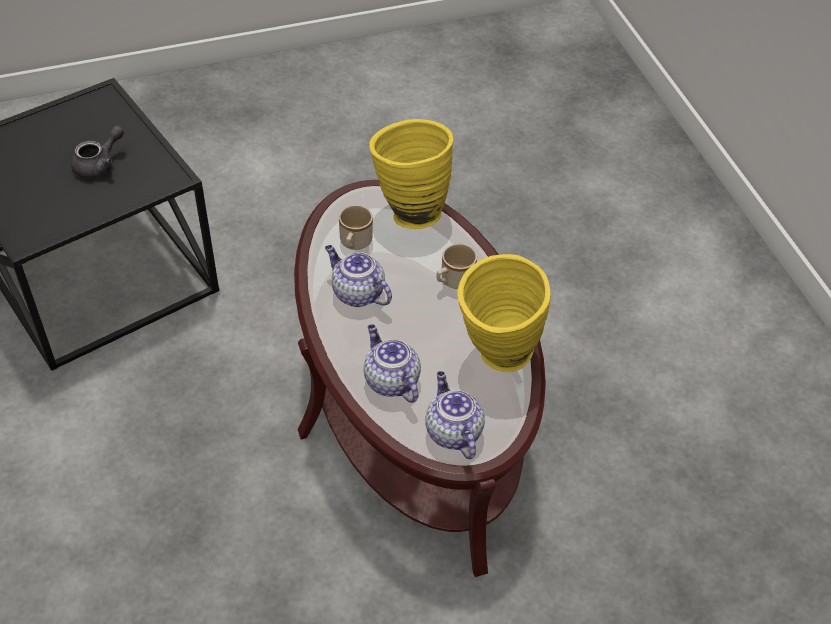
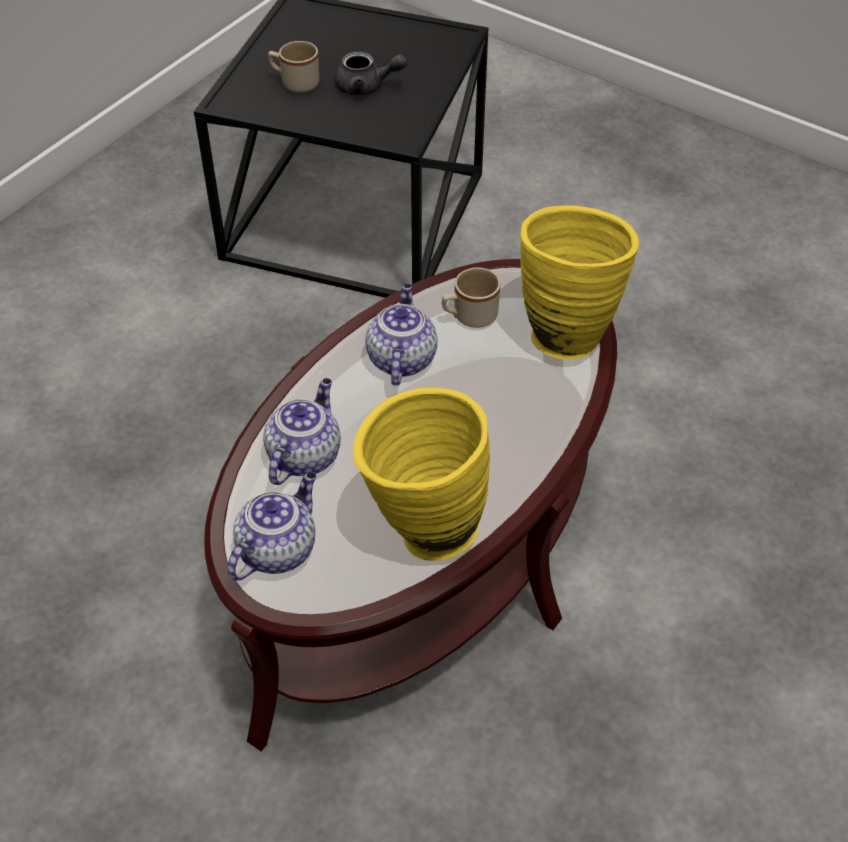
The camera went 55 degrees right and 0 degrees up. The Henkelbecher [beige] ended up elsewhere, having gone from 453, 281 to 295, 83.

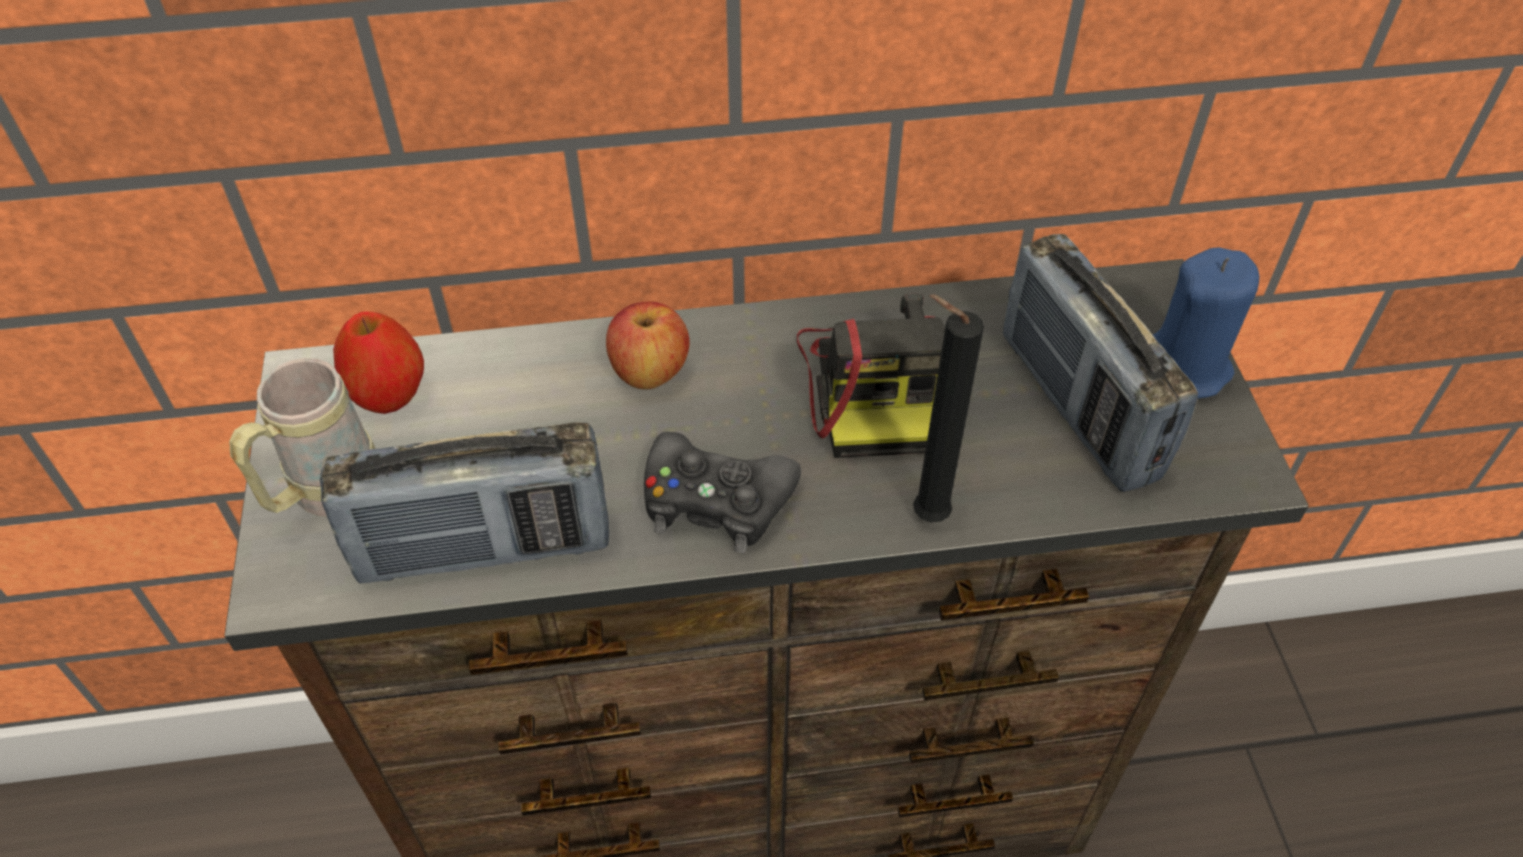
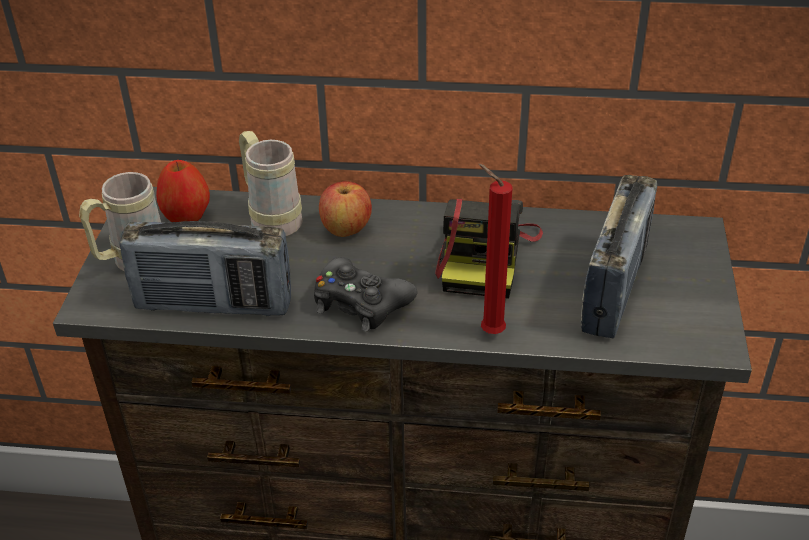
The camera went 15 degrees right and 10 degrees down. The Radio at 1077, 407 ended up facing another way, 150 degrees counterclockwise from before. The second view lost the Kerze [blau] at 1185, 368. What was the Kerze [schwarz] at 924, 515 turned into the Kerze [rot] at 488, 332. The second view gained the Henkelbecher [beige] at 271, 218.

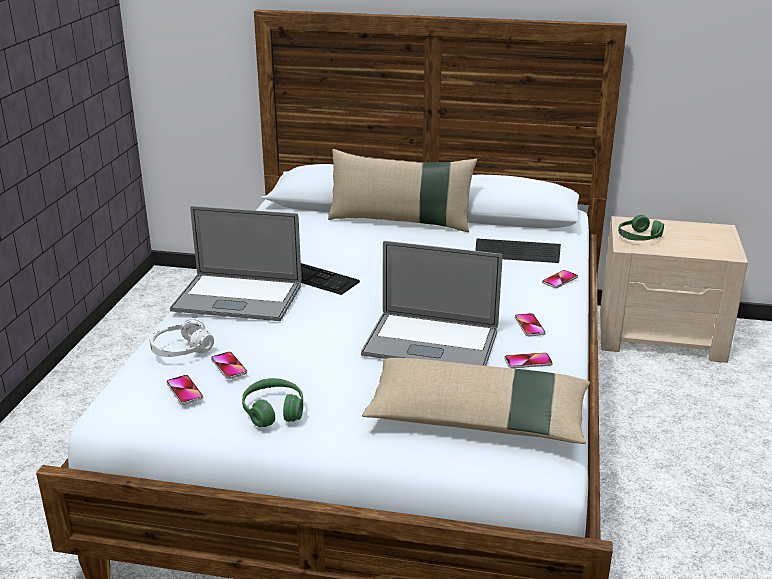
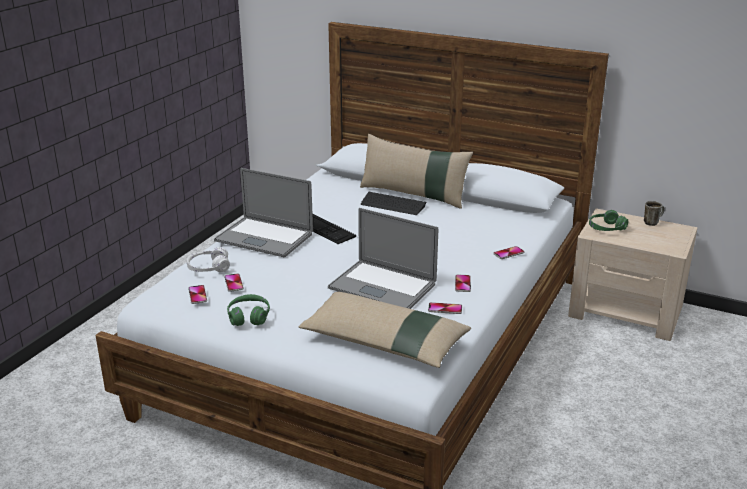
The camera went 15 degrees right and 0 degrees up. The Tastatur ended up elsewhere, having gone from 517, 253 to 393, 205. The second view gained the Henkelbecher at 652, 222.

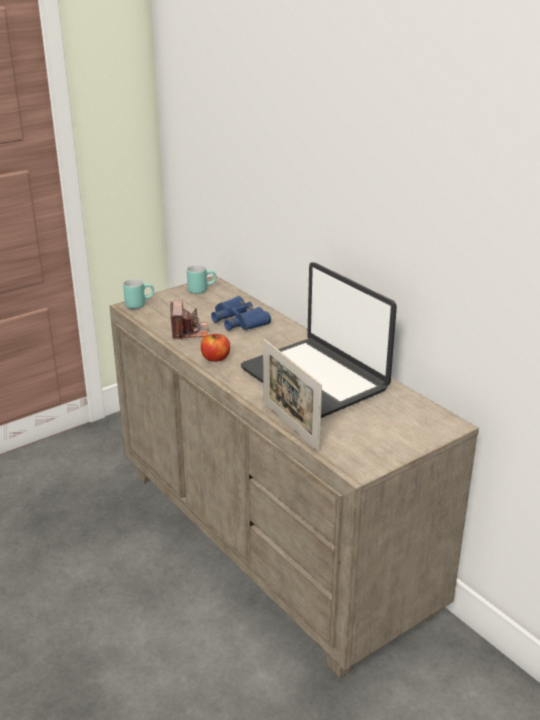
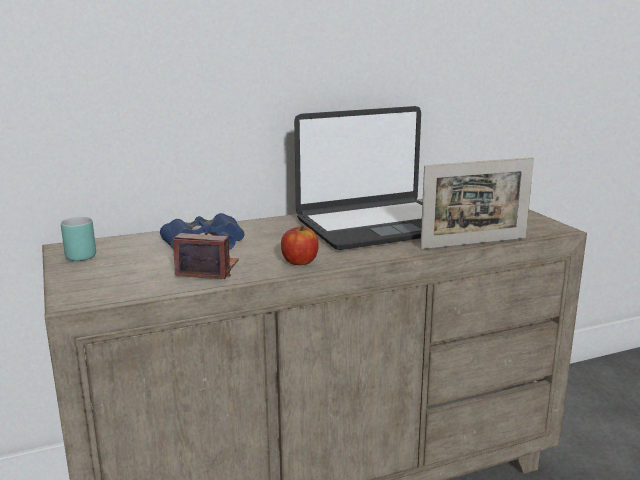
The camera went 75 degrees left and 10 degrees down. The second view lost the Henkelbecher [türkis] at 139, 304.

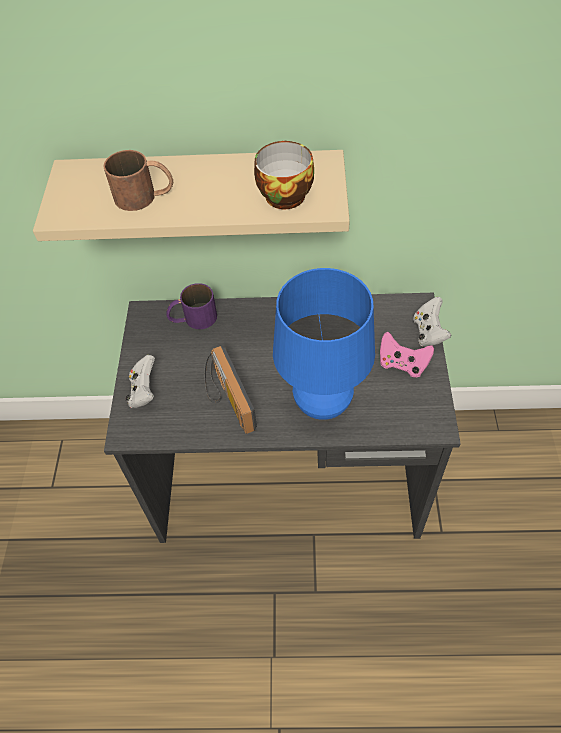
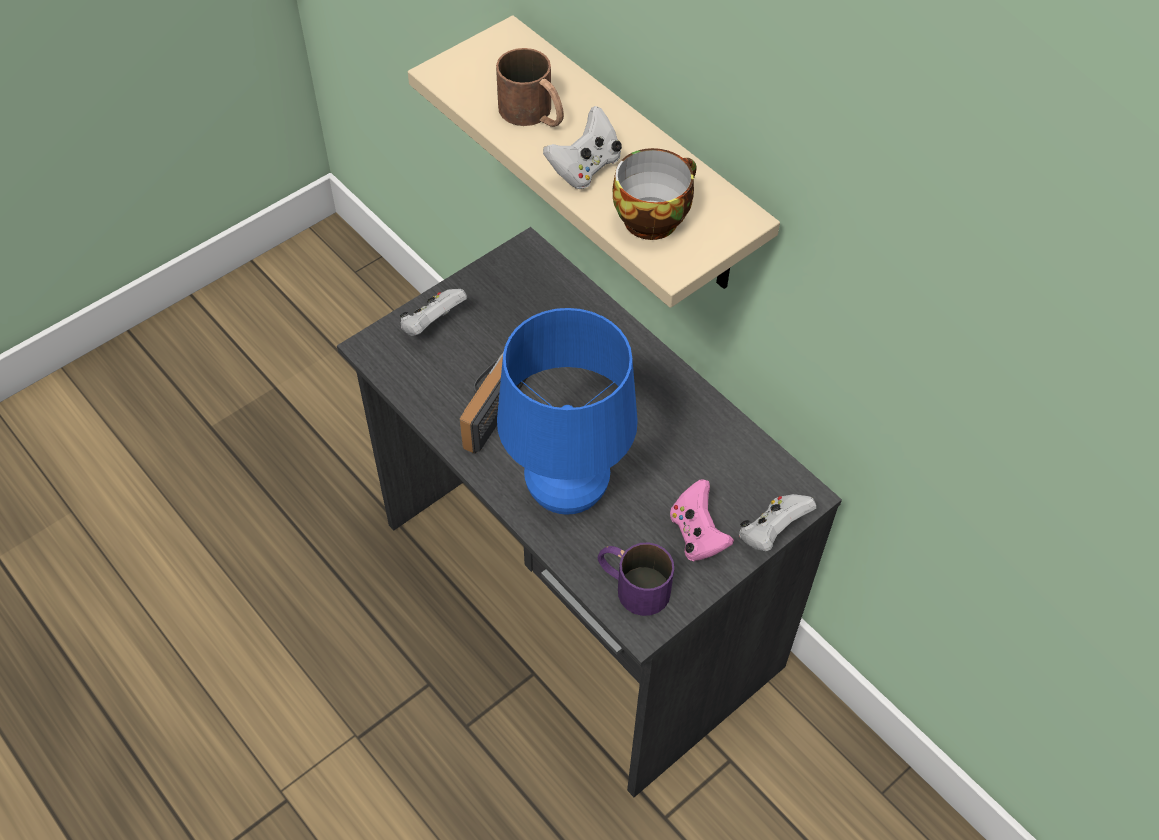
The camera went 45 degrees right and 0 degrees up. The Henkelbecher [lila] ended up elsewhere, having gone from 193, 319 to 632, 585. The second view gained the Gamepad [weiß] at 585, 168.

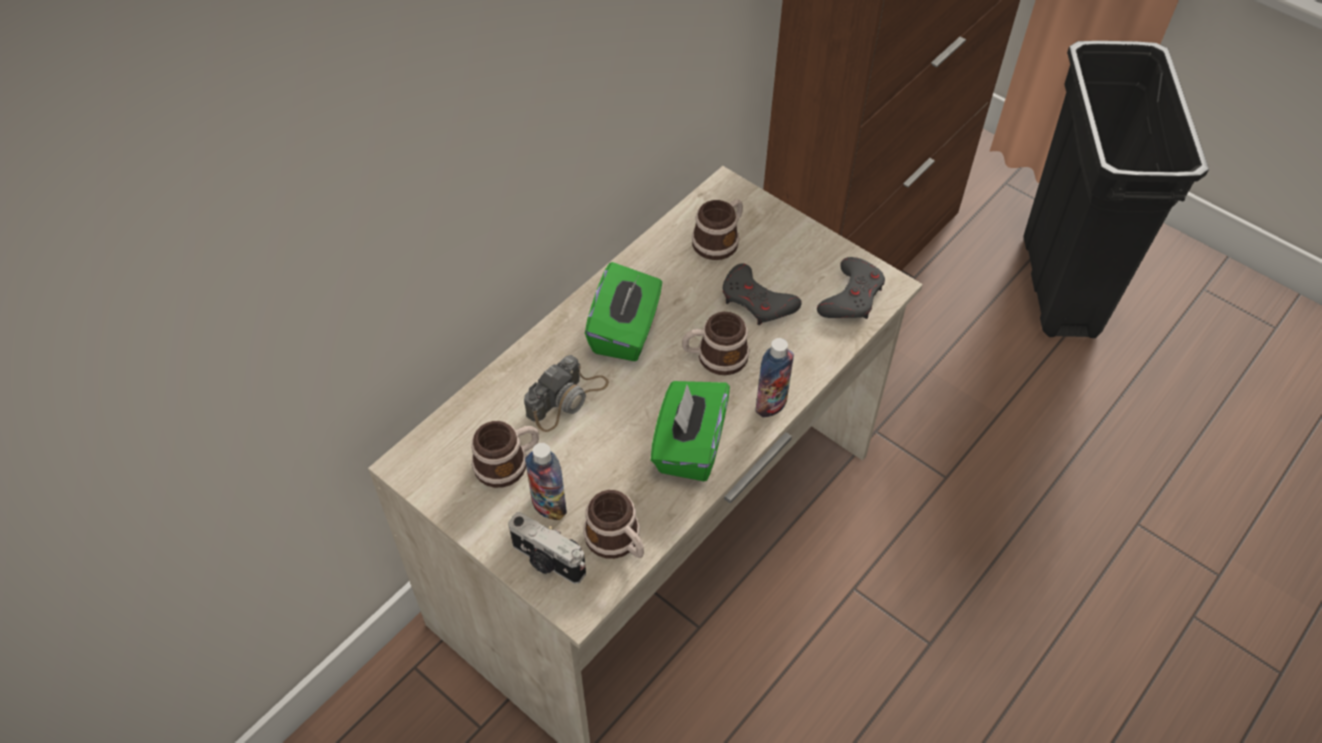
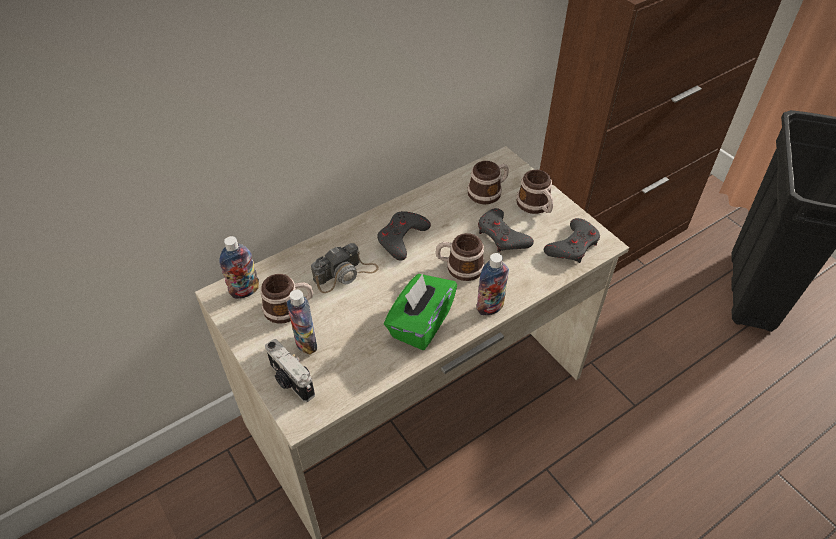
The camera went 15 degrees right and 5 degrees down. Where the Taschentuchbox [grün] stood at 625, 331, the Gamepad [grau] came to stand at 402, 238. The Henkelbecher ended up elsewhere, having gone from 617, 541 to 536, 206. The second view gained the Flasche at 245, 291.

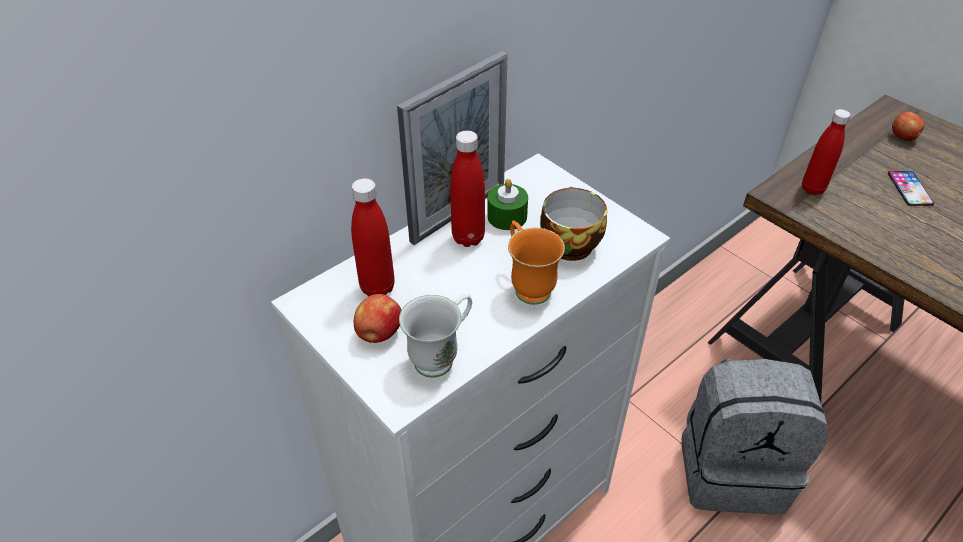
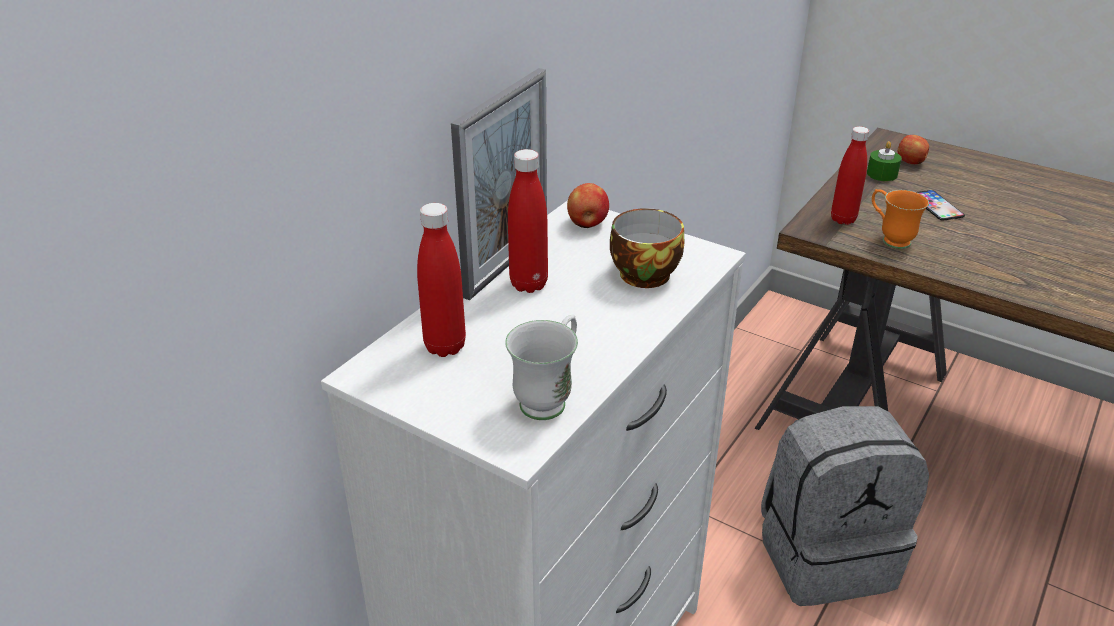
The camera went 15 degrees left and 10 degrees down. The Kerze [grün] ended up elsewhere, having gone from 507, 216 to 882, 174. The Henkelbecher [orange] ended up elsewhere, having gone from 528, 285 to 889, 239. The Apfel ended up elsewhere, having gone from 379, 333 to 587, 224.

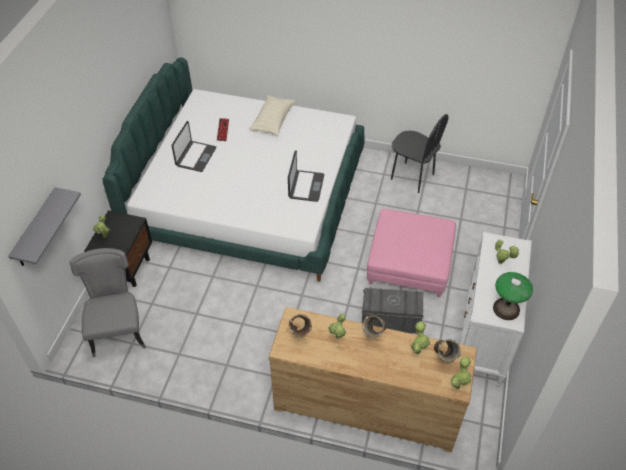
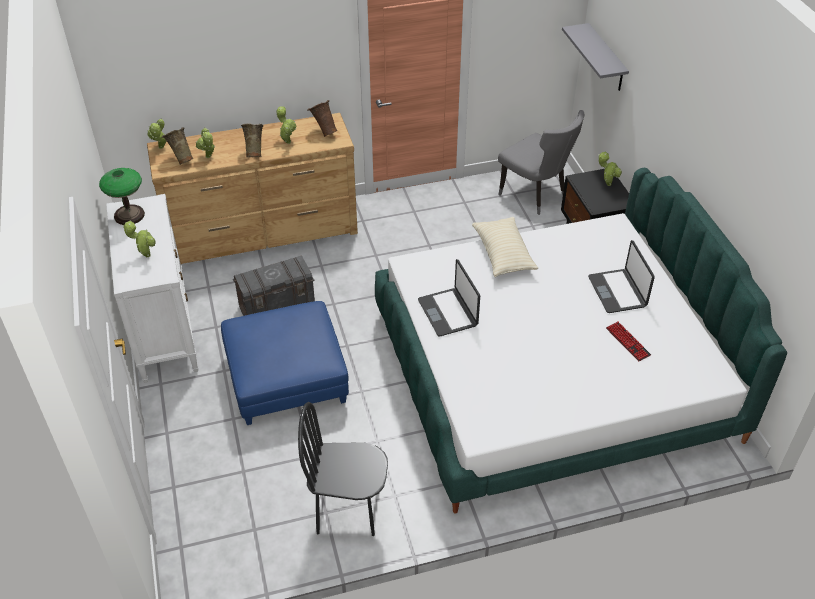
The camera went 150 degrees right and 5 degrees down. The Kissen [beige] ended up elsewhere, having gone from 273, 121 to 503, 254. What was the Polsterhocker [rosa] at 410, 263 turned into the Polsterhocker [blau] at 286, 377.

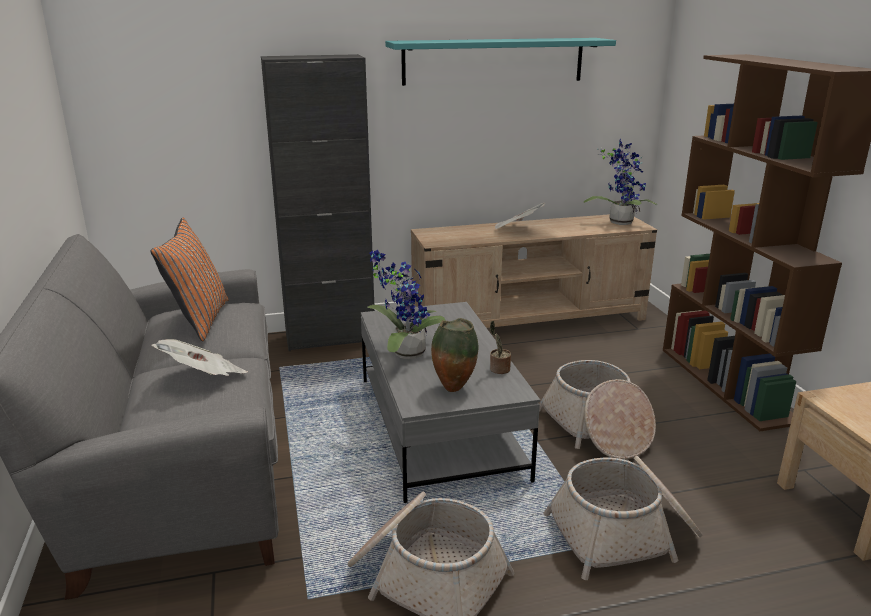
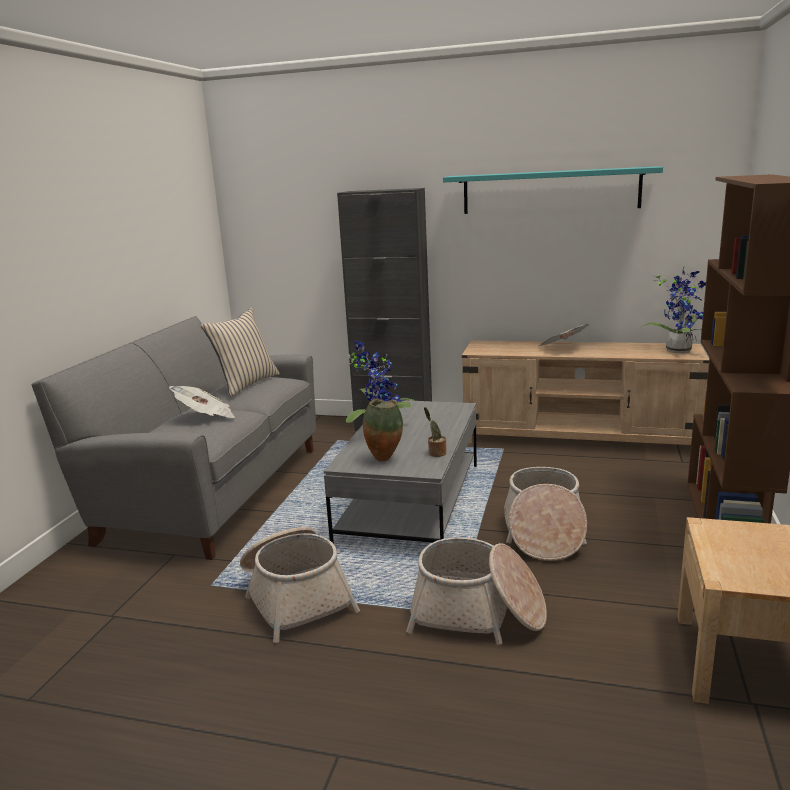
The camera went 30 degrees right and 5 degrees down. What was the Kissen [orange] at 199, 320 turned into the Kissen [beige] at 246, 384.

